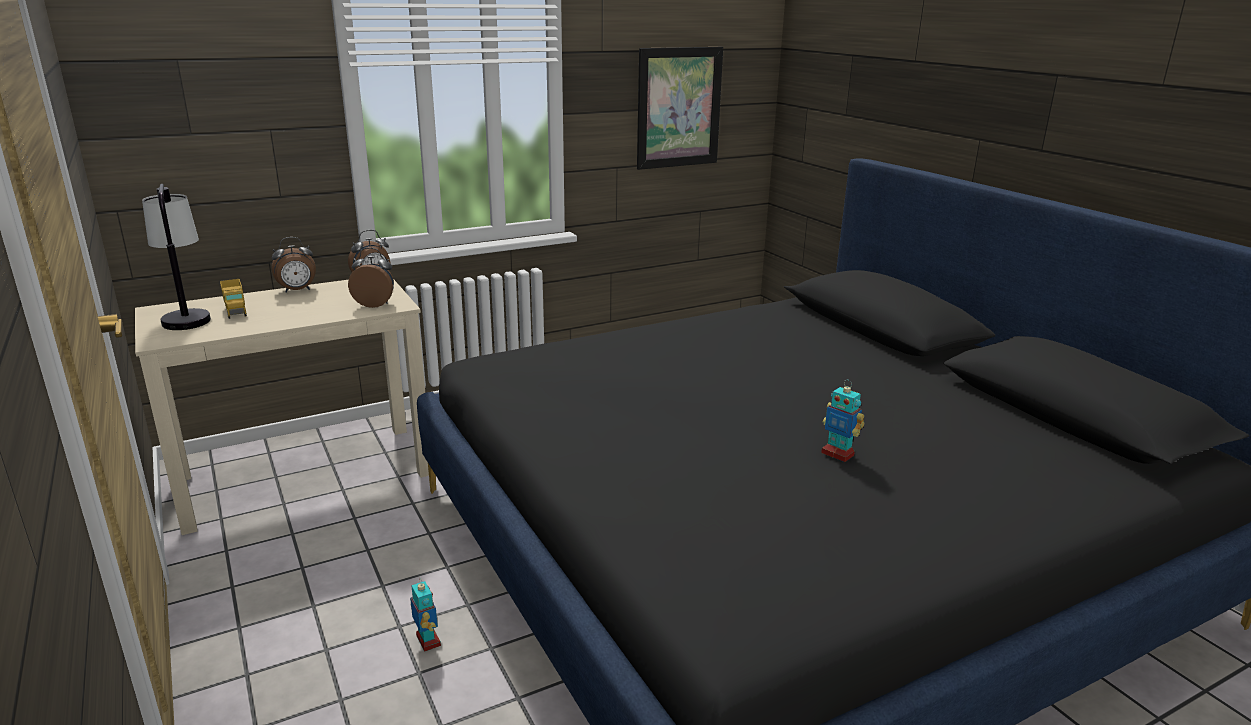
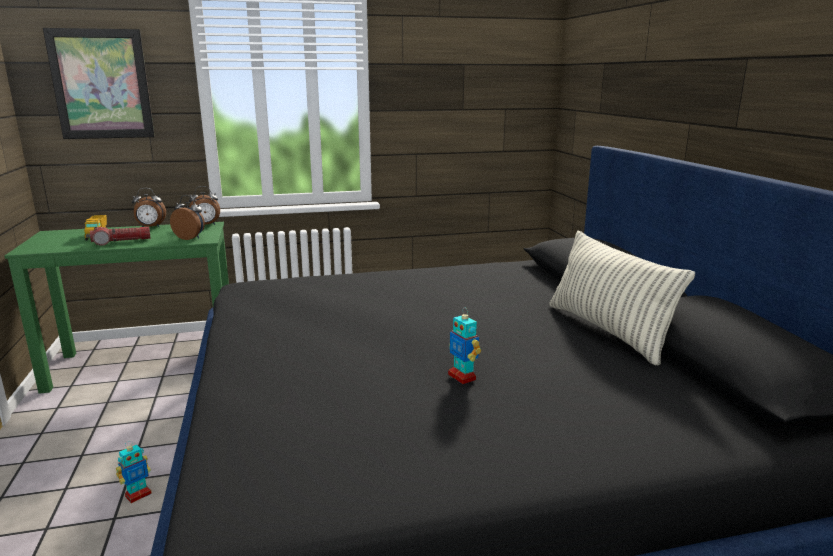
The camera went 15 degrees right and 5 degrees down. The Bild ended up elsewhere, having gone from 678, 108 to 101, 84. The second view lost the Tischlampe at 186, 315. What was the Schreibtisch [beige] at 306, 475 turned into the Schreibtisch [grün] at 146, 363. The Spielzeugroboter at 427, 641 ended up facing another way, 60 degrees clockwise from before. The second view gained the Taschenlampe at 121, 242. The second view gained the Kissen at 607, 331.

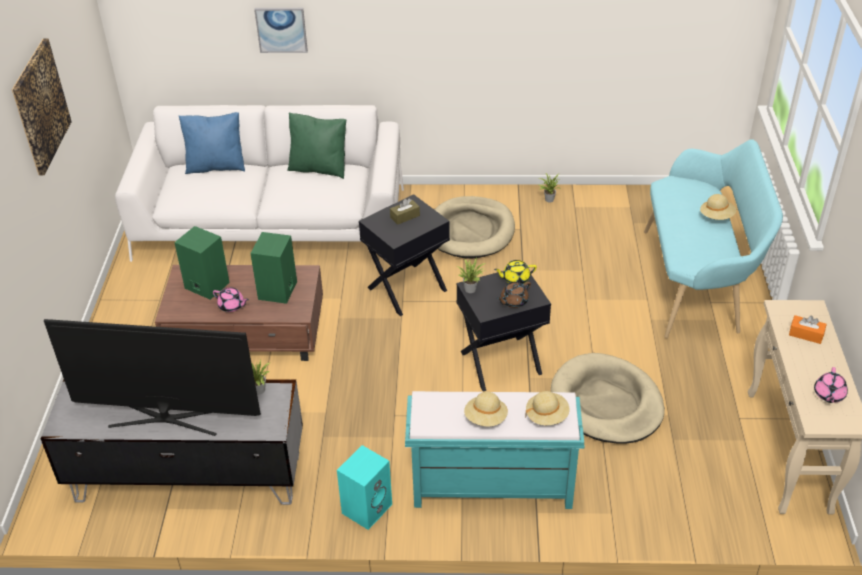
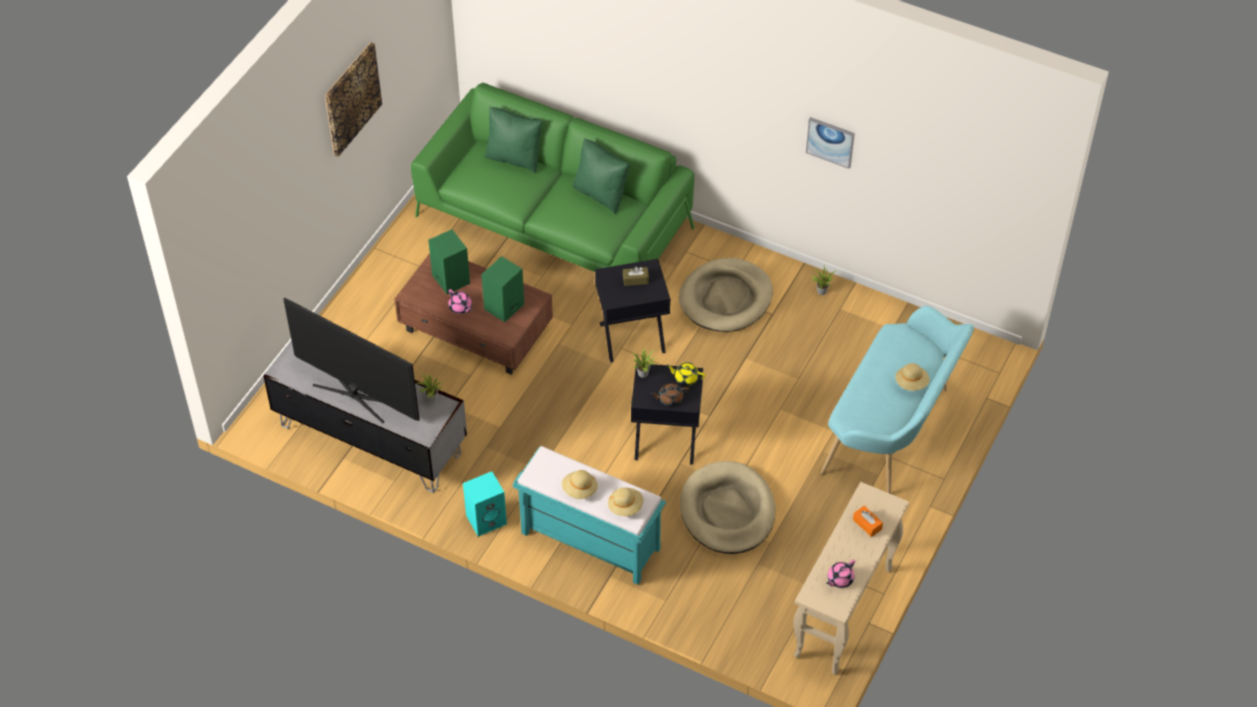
The camera went 25 degrees right and 10 degrees up. The Bild ended up elsewhere, having gone from 281, 29 to 830, 142. What was the Sofa [weiß] at 272, 224 turned into the Sofa [grün] at 554, 222. What was the Kissen [blau] at 216, 166 turned into the Kissen [grün] at 514, 157.

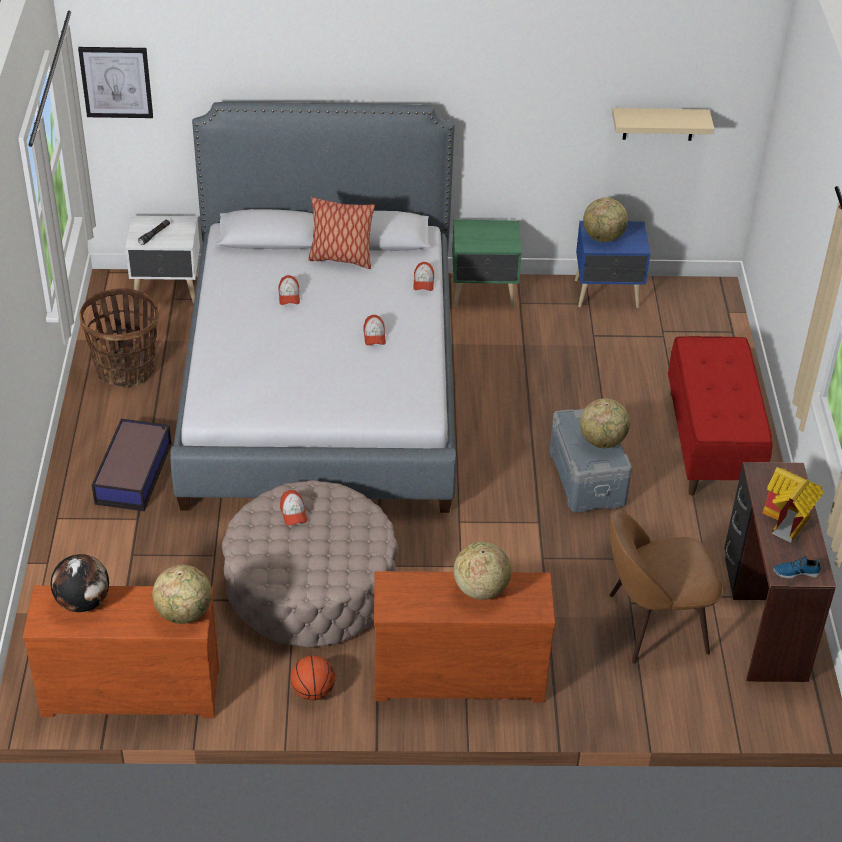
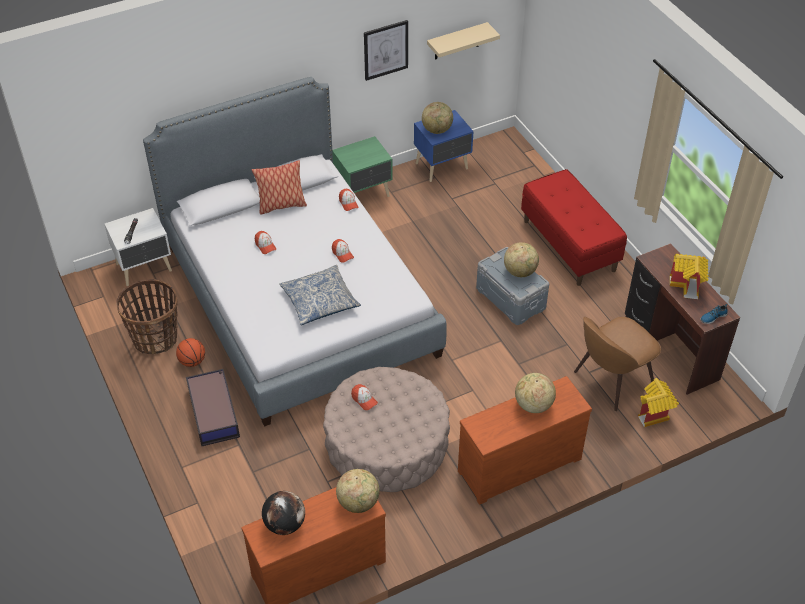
The camera went 25 degrees left and 5 degrees up. The Bild ended up elsewhere, having gone from 116, 82 to 385, 50. The Basketball ended up elsewhere, having gone from 313, 691 to 192, 361. The second view gained the Kissen at 320, 301. The second view gained the Spielzeughaus at 654, 415.

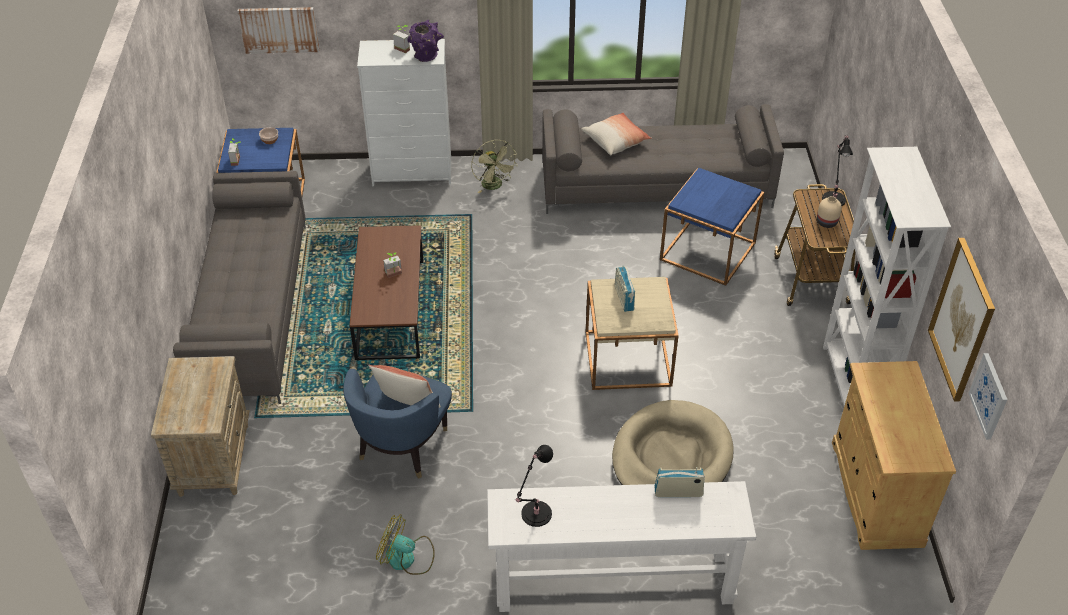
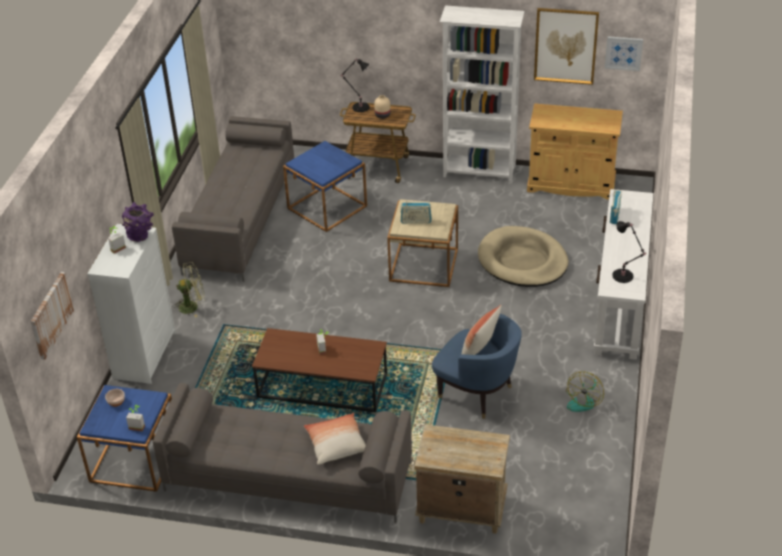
The camera went 75 degrees left and 5 degrees down. The Kissen ended up elsewhere, having gone from 616, 141 to 336, 445.

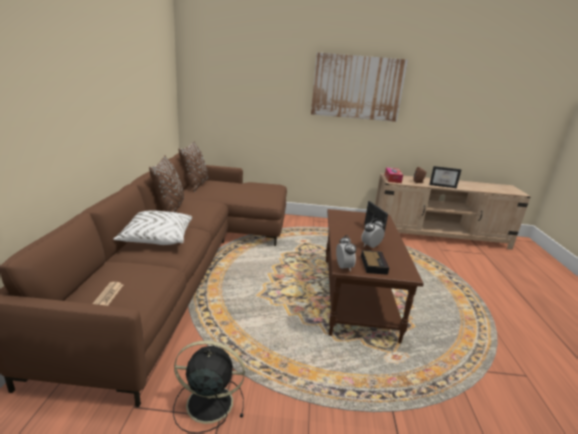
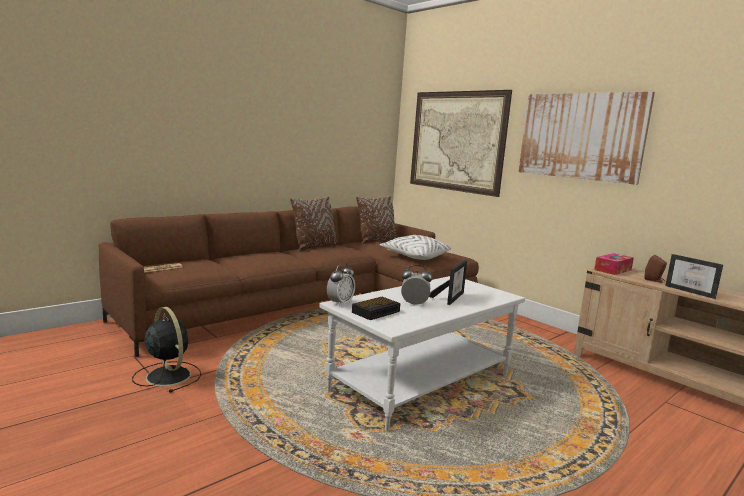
The camera went 45 degrees right and 10 degrees down. What was the Couchtisch [braun] at 355, 296 turned into the Couchtisch [weiß] at 420, 382. The Kissen [weiß] ended up elsewhere, having gone from 157, 238 to 415, 256. The second view gained the Bild at 456, 141.

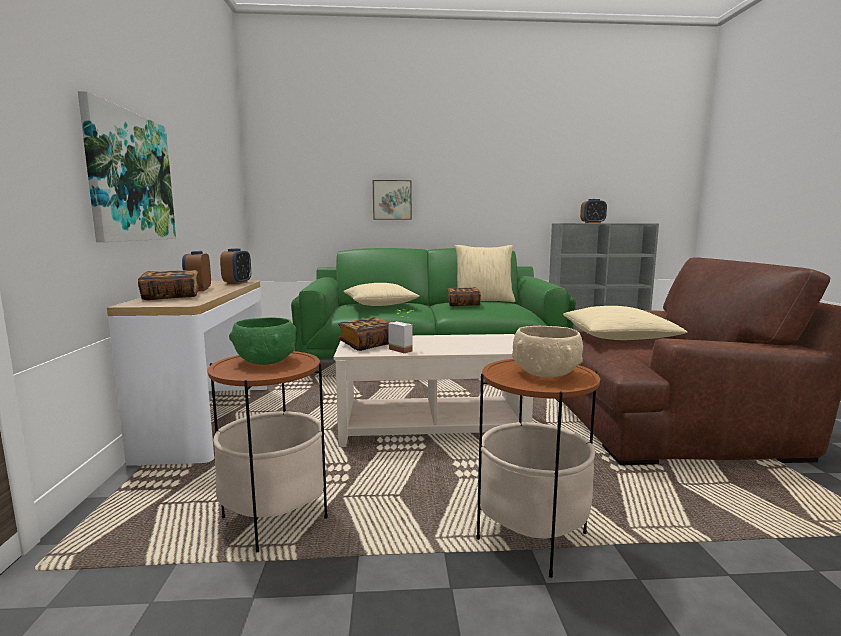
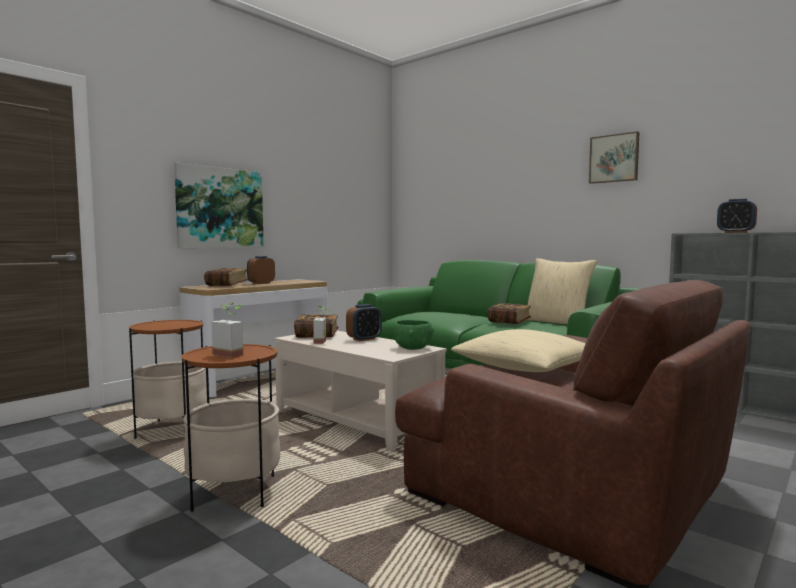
The camera went 45 degrees right and 5 degrees down. The Bild ended up elsewhere, having gone from 392, 200 to 614, 158. The Wecker ended up elsewhere, having gone from 237, 283 to 364, 339. The second view lost the Kissen [beige] at 379, 304. The Schüssel [grün] ended up elsewhere, having gone from 265, 361 to 412, 348. Where the Schüssel [beige] stood at 546, 374, the Topfpflanze came to stand at 232, 353.

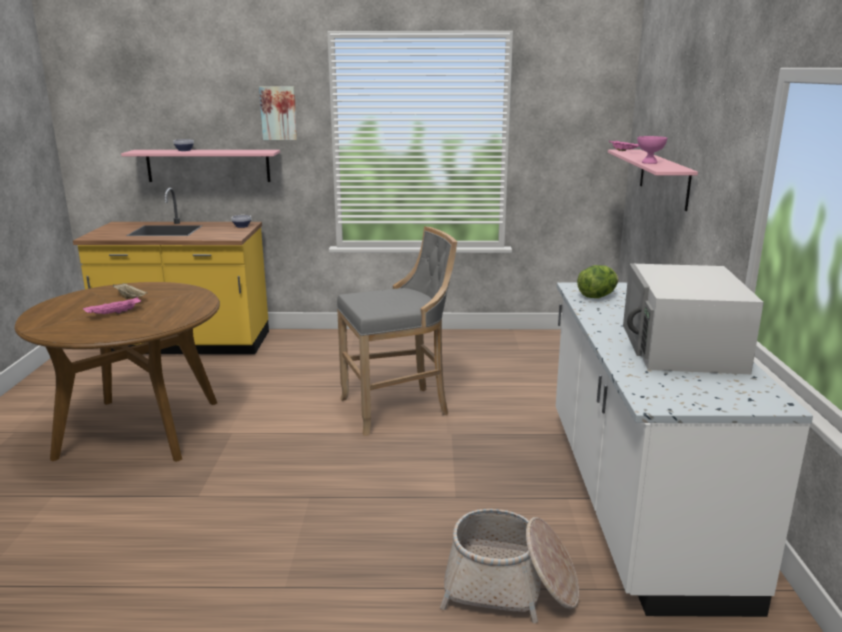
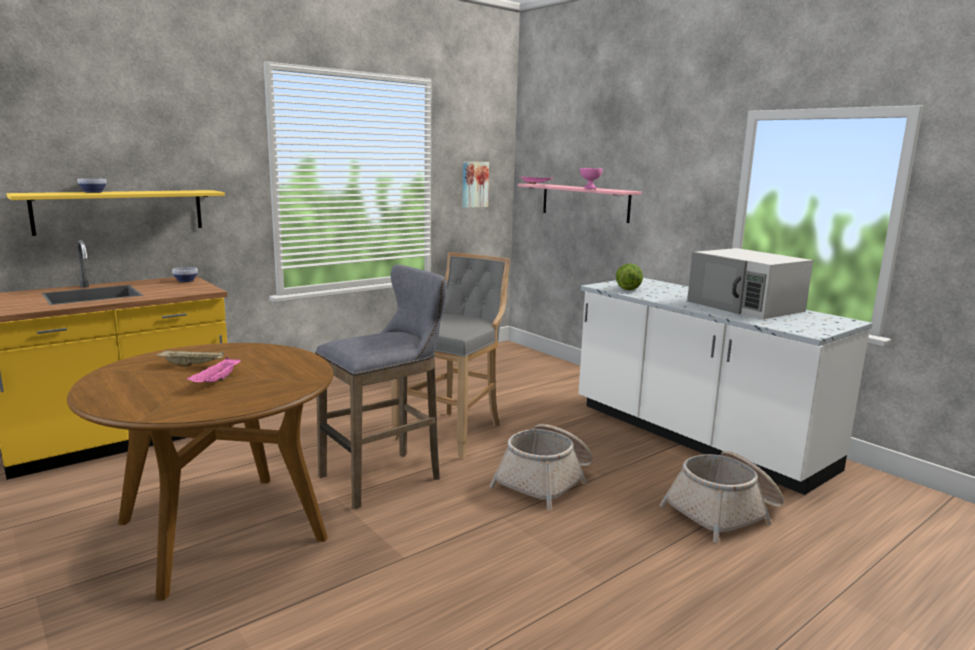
The camera went 40 degrees left and 5 degrees down. The Bild ended up elsewhere, having gone from 279, 113 to 474, 184. What was the Wandregal [rosa] at 208, 165 turned into the Wandregal [gelb] at 120, 211. The second view gained the Hocker [grau] at 386, 476. The second view gained the Korb at 545, 481.

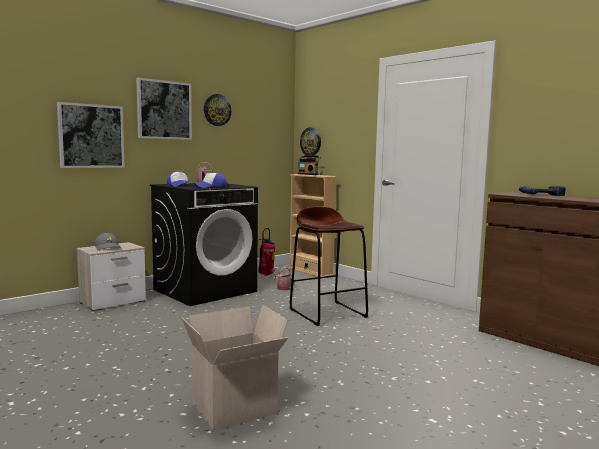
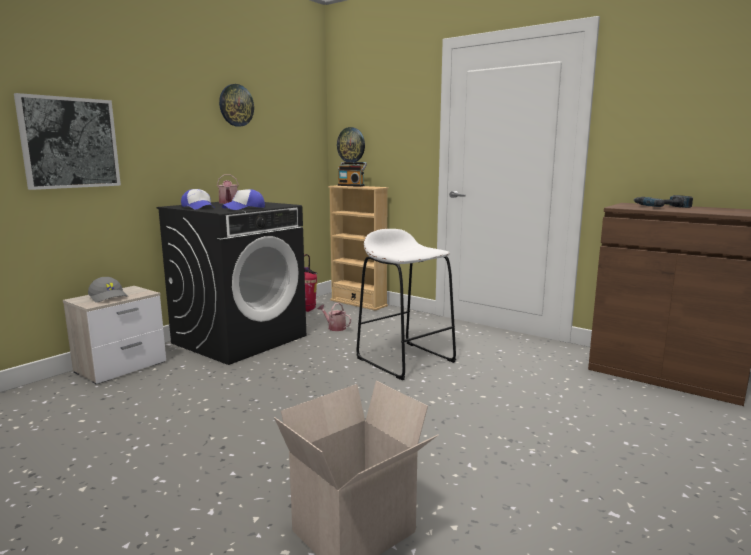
The camera went 10 degrees left and 5 degrees up. The second view lost the Bild at 164, 110. What was the Hocker [braun] at 327, 313 turned into the Hocker [weiß] at 405, 360.

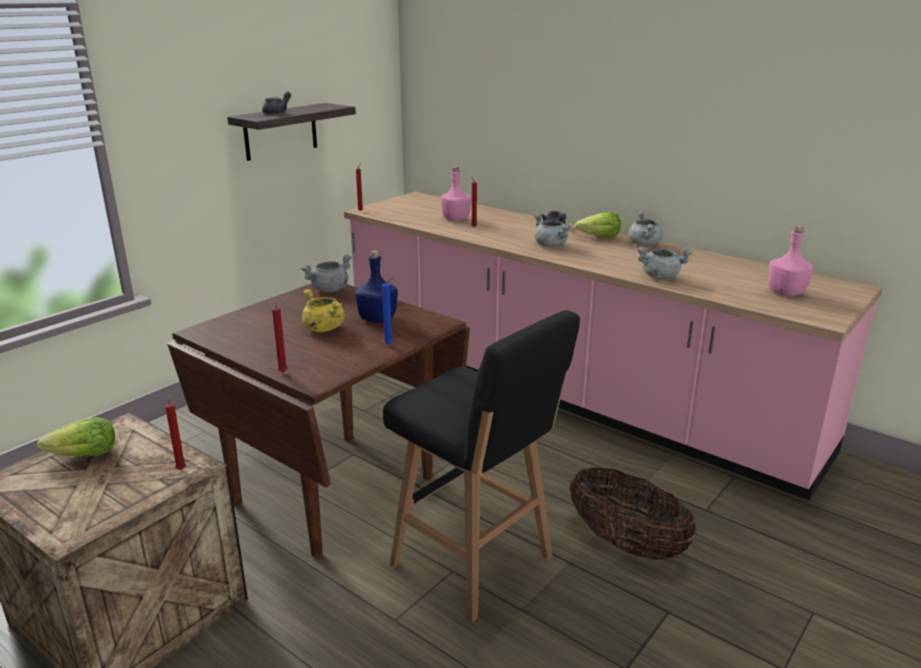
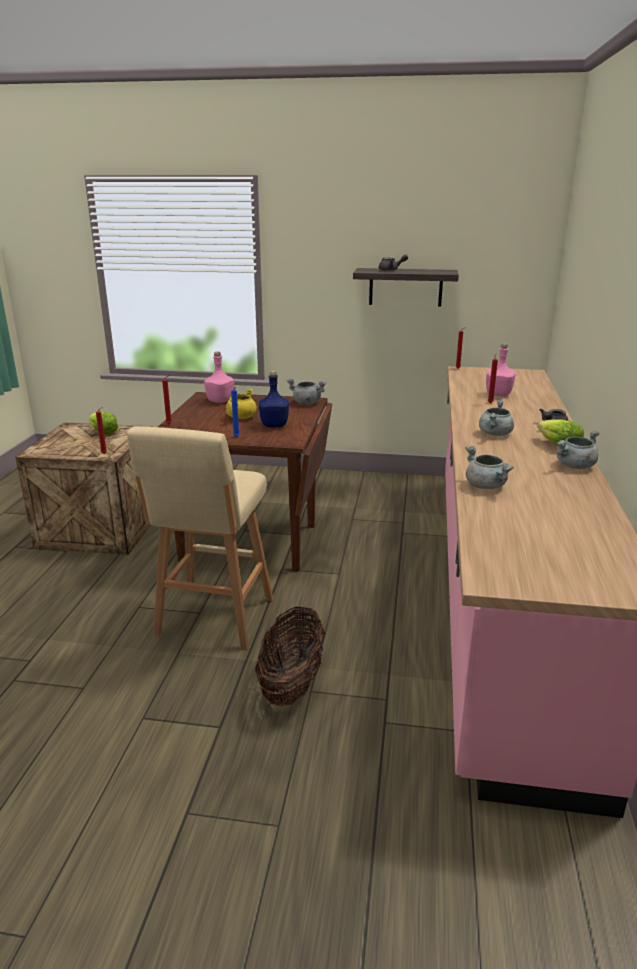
The camera went 60 degrees right and 0 degrees up. The Flasche [rosa] ended up elsewhere, having gone from 785, 293 to 219, 401. What was the Hocker [schwarz] at 476, 563 turned into the Hocker [beige] at 213, 619.

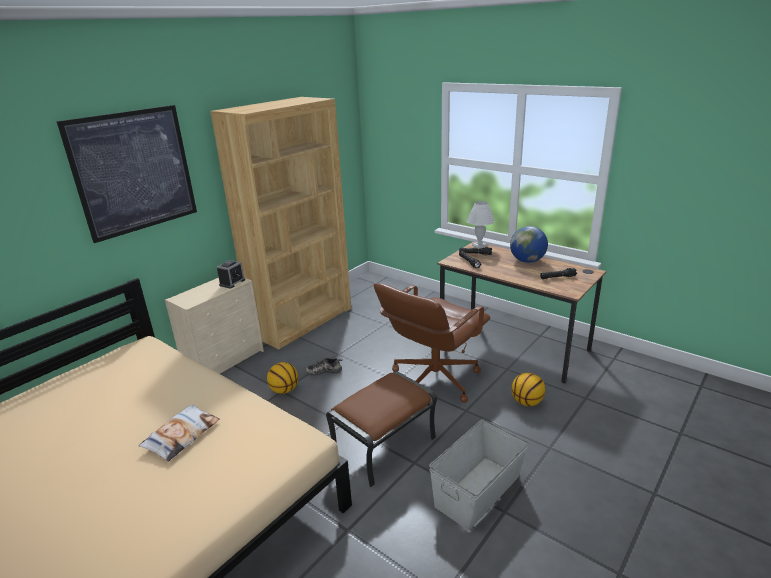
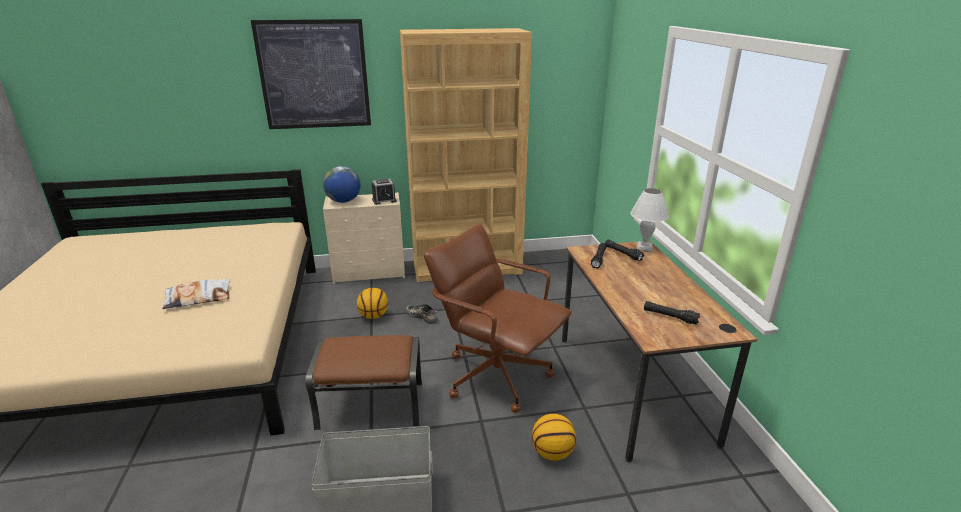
The camera went 40 degrees right and 0 degrees up. The Globus ended up elsewhere, having gone from 527, 261 to 344, 201. The Bürostuhl [braun] at 434, 379 ended up facing another way, 45 degrees clockwise from before.

